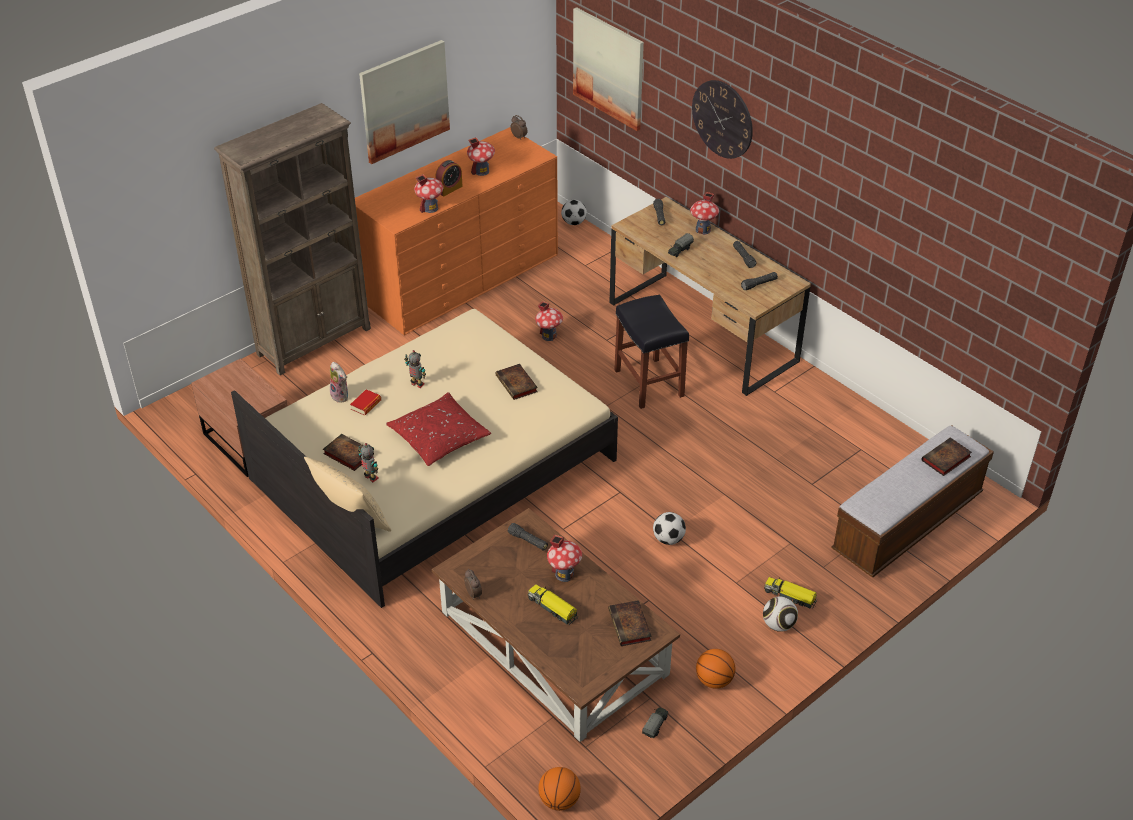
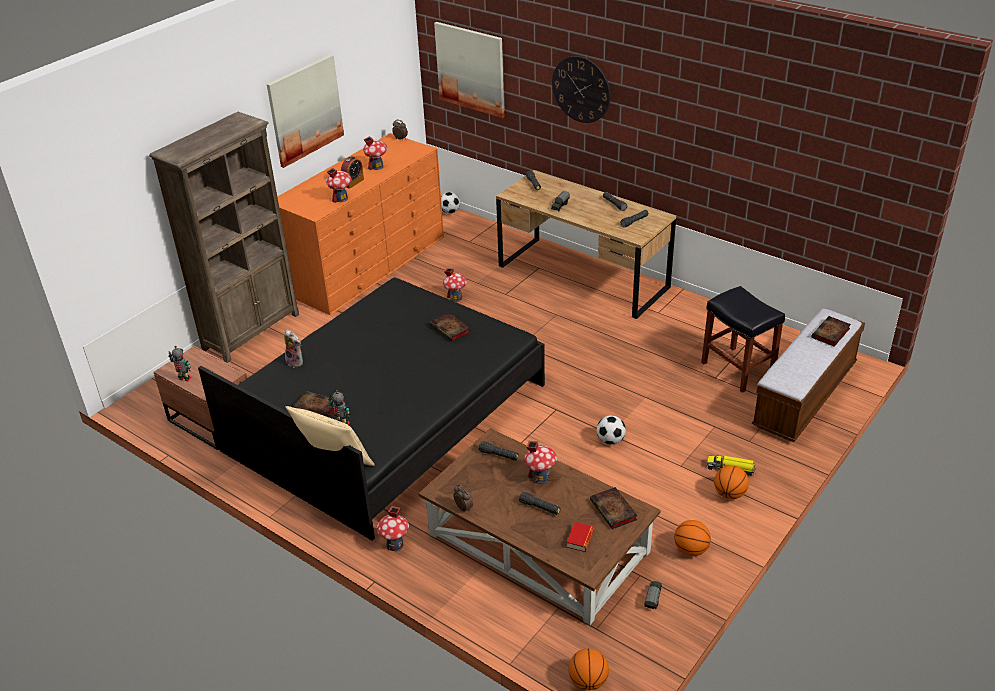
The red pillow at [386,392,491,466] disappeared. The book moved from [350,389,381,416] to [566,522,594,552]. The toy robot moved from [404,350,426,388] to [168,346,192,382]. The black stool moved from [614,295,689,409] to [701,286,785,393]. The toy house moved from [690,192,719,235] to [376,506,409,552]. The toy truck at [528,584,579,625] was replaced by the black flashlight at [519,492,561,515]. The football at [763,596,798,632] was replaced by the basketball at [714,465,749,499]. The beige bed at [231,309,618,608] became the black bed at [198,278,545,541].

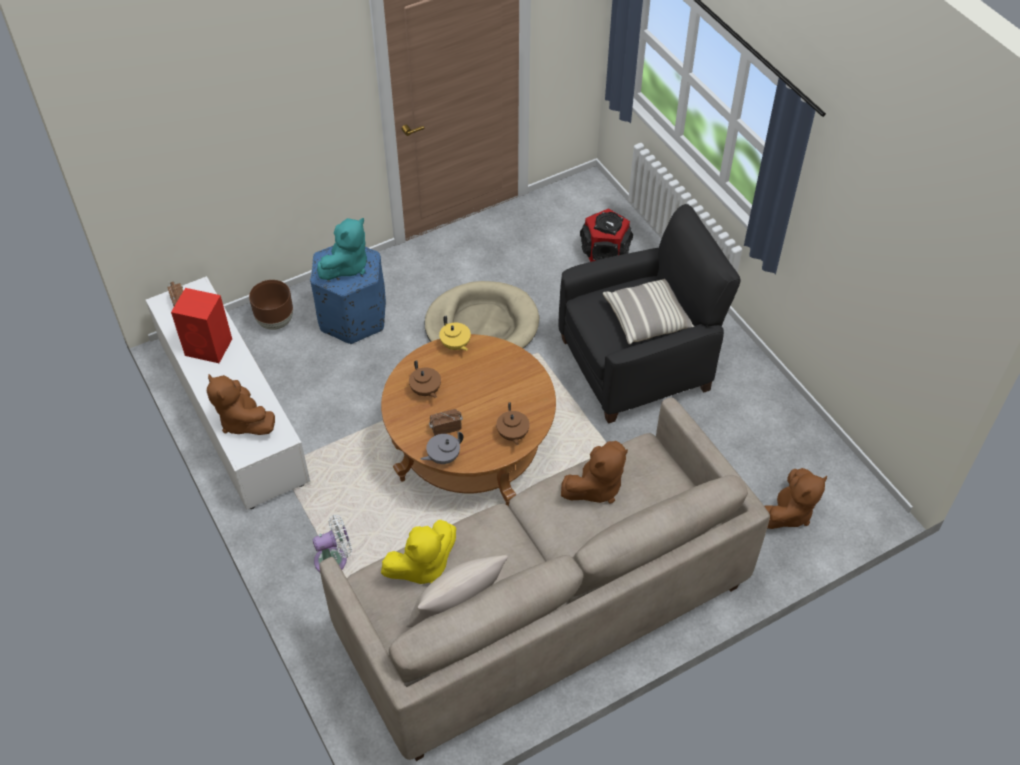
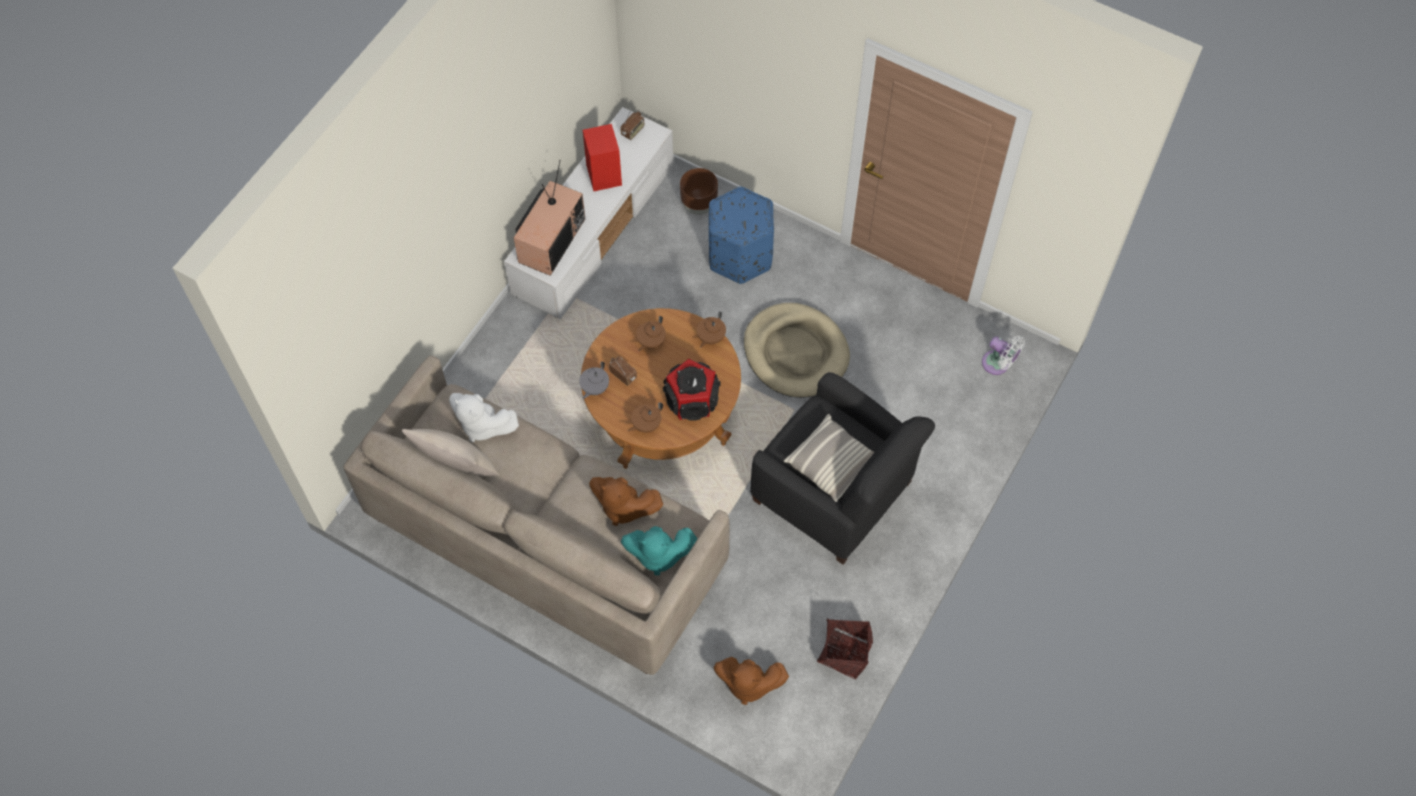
The basket at [817,619,873,680] appeared. The white fan moved from [313,515,352,572] to [982,336,1025,375]. The turquoise plush toy moved from [317,218,367,280] to [621,526,698,575]. The speaker moved from [580,208,633,262] to [663,359,721,421]. The brown plush toy at [207,374,275,435] was replaced by the television at [514,160,585,276]. The yellow plush toy at [381,520,456,584] became the white plush toy at [449,393,519,442]. The yellow teapot at [439,316,471,351] became the brown teapot at [697,311,726,347]. The grey teapot at [421,432,464,464] turned 90 degrees counterclockwise.

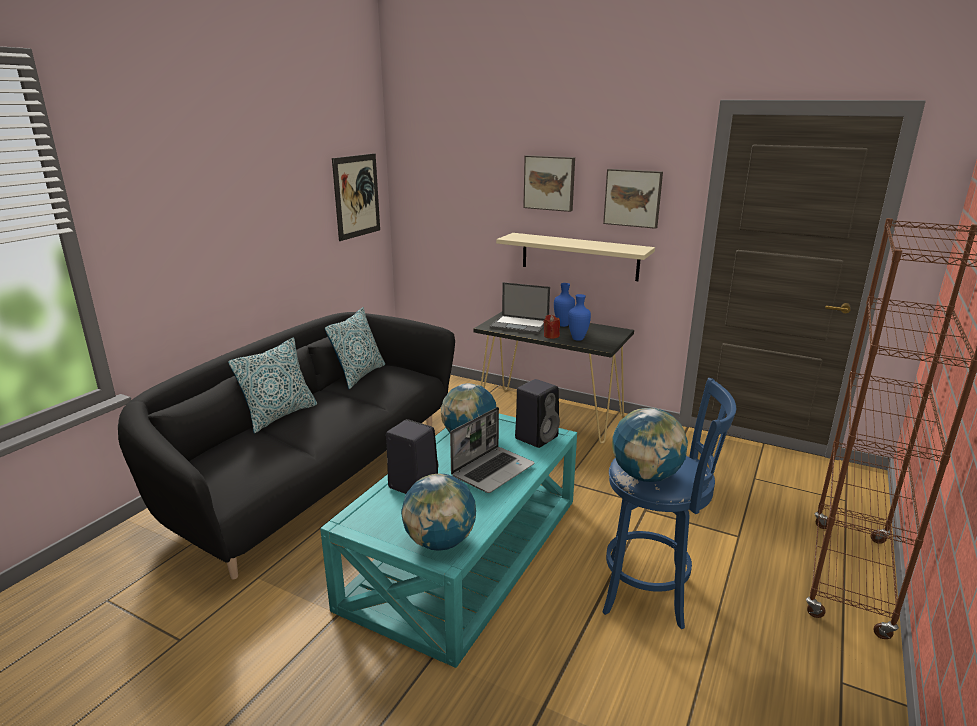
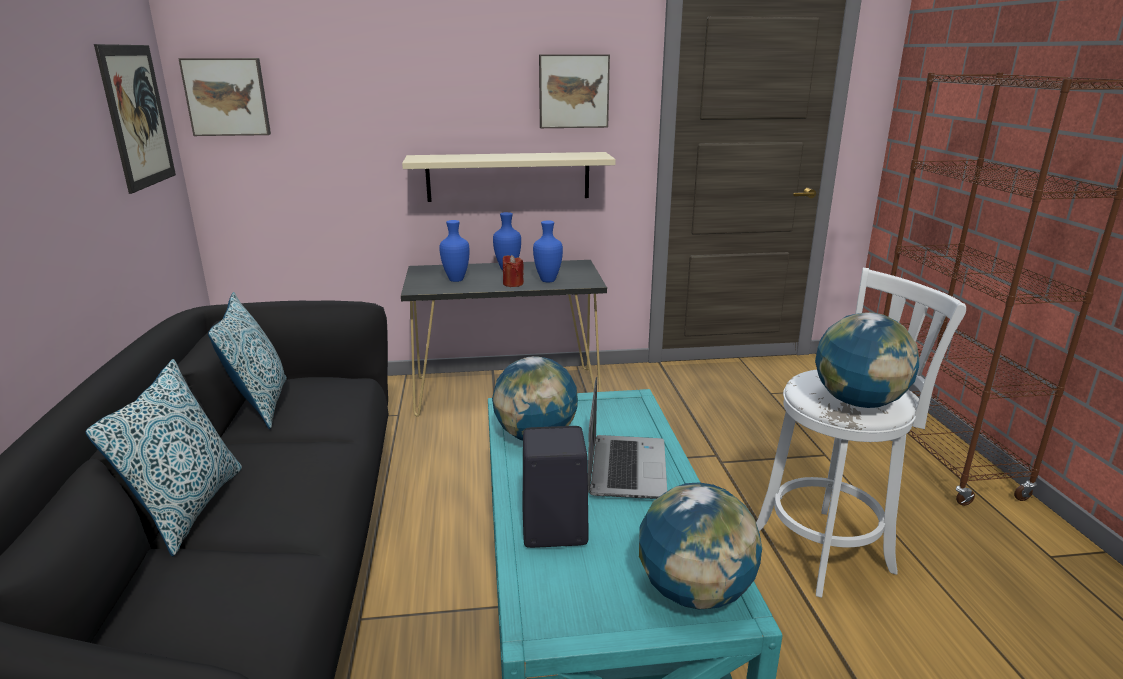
The black speaker at [515,379,560,448] disappeared. The picture moved from [523,155,575,212] to [178,58,271,136]. The laptop at [490,282,550,334] was replaced by the blue vase at [439,220,470,282]. The blue stool at [602,378,736,629] became the white stool at [756,268,966,598].

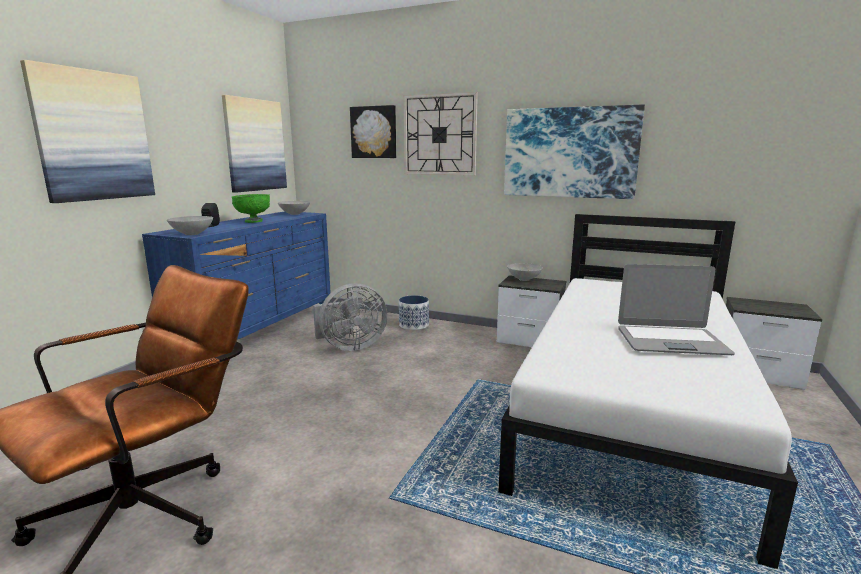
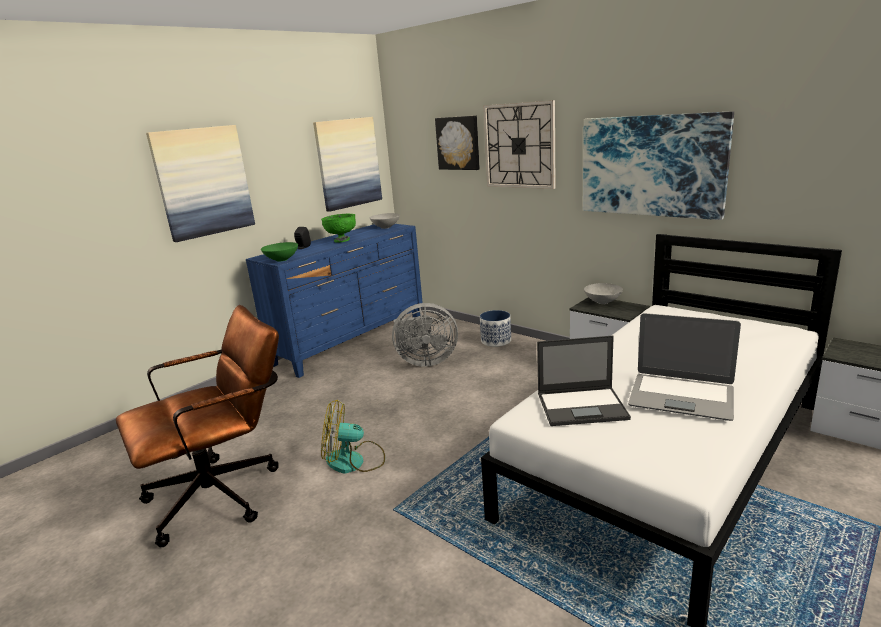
The fan at [321,400,385,474] appeared. The laptop at [537,336,631,426] appeared. The grey bowl at [167,216,213,235] became the green bowl at [261,242,298,262].

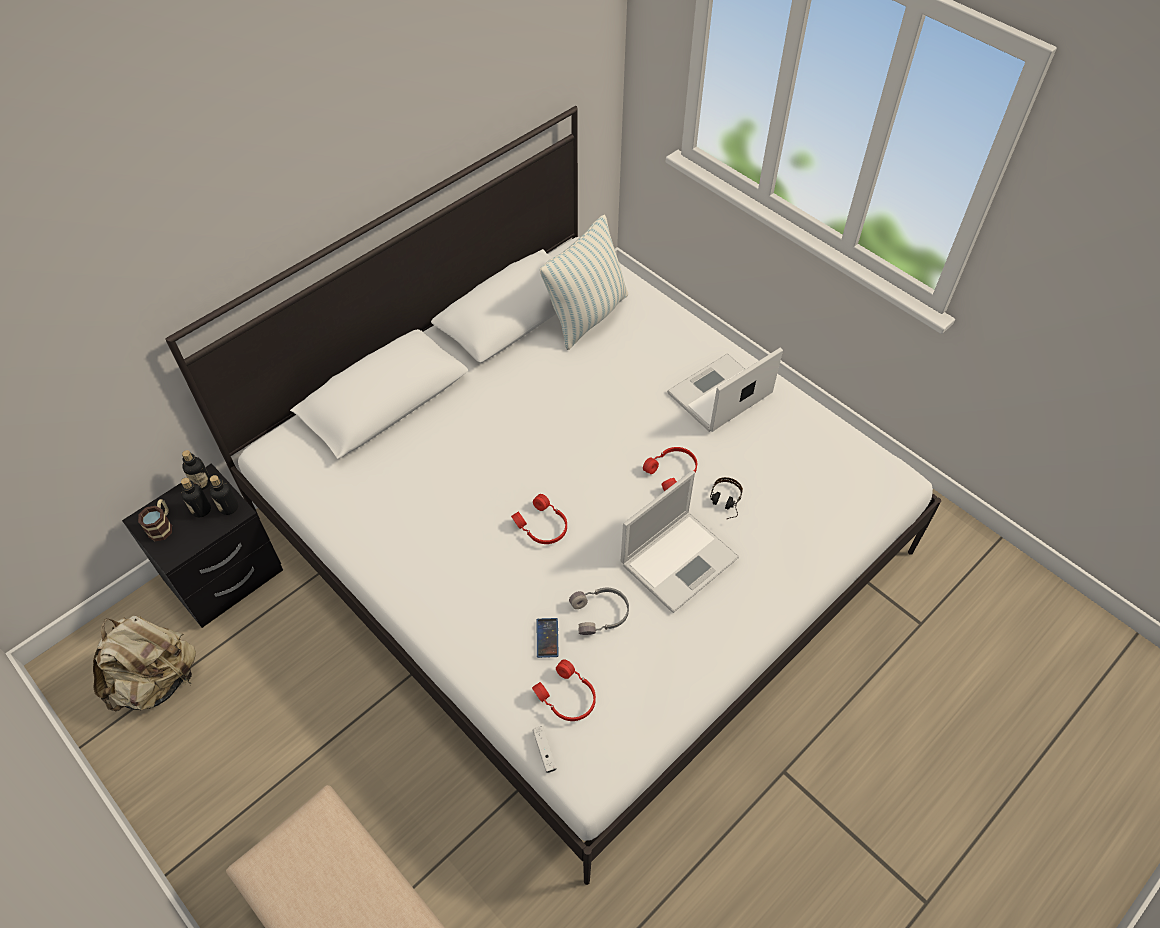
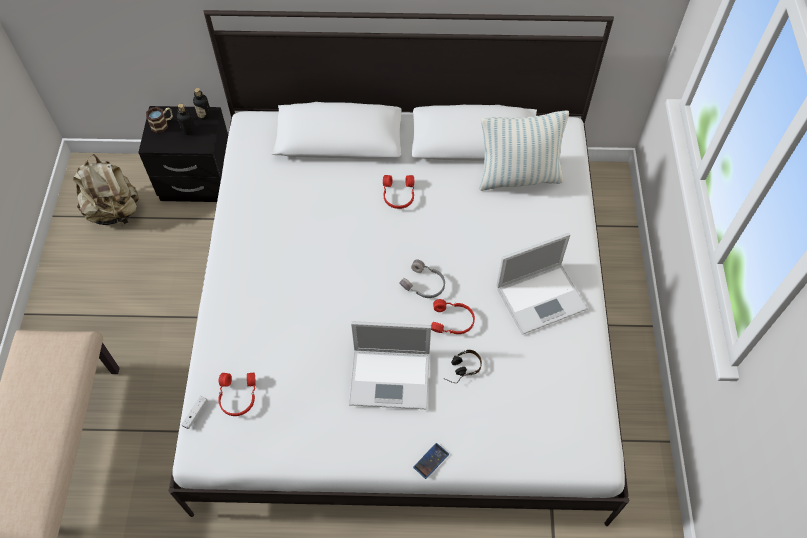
The bottle at [210,475,238,515] disappeared. The red headphones moved from [511,494,567,544] to [383,175,414,209]. The phone moved from [537,618,559,658] to [413,443,449,479]. The grey headphones moved from [569,588,629,635] to [399,260,445,298]. The laptop at [667,347,783,432] turned 150 degrees clockwise.

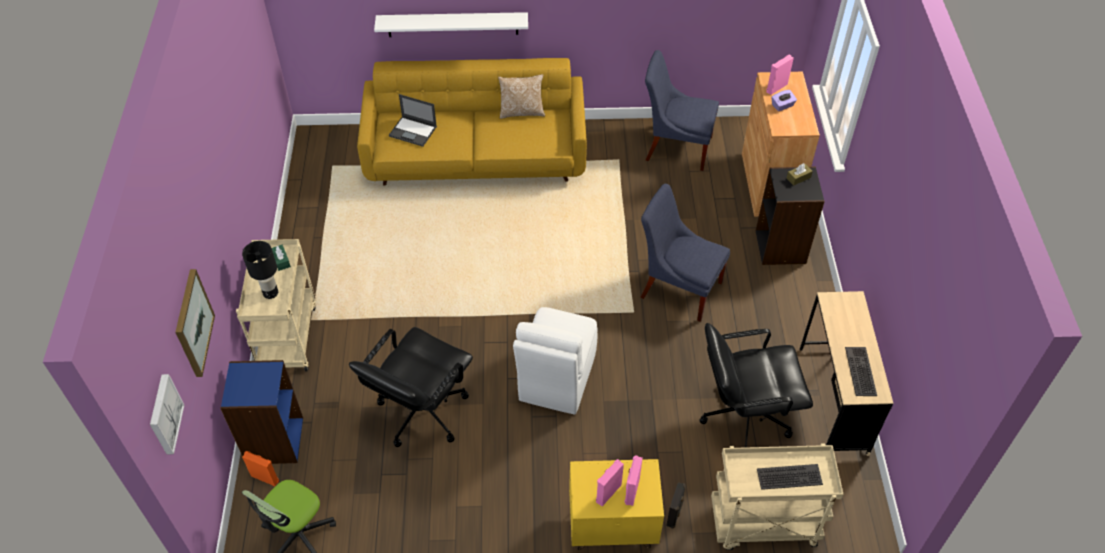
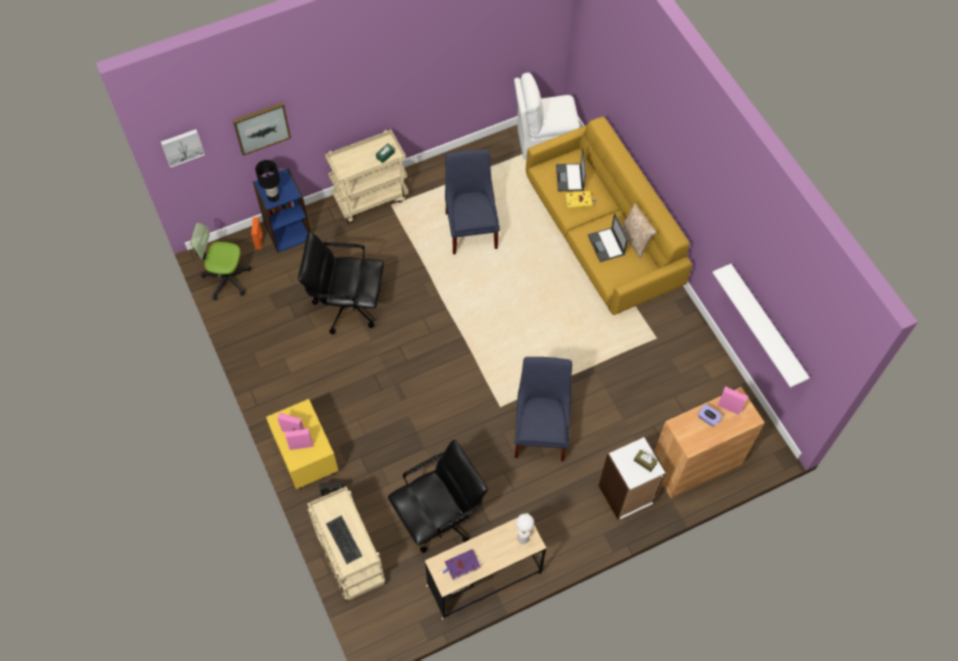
The white table lamp at [516,514,534,544] appeared. The yellow book at [565,191,596,209] appeared. The laptop at [588,213,628,262] appeared. The black table lamp moved from [242,241,278,299] to [255,160,280,202]. The white shelf moved from [374,12,528,37] to [713,264,810,388]. The white chair moved from [513,307,597,415] to [514,73,580,160]. The blue chair moved from [645,50,719,171] to [445,149,500,254]. The keyboard at [845,347,877,396] was replaced by the purple book at [442,549,481,580]. The black bookcase at [755,166,825,265] became the white bookcase at [599,436,667,520]. The black office chair at [700,323,813,447] turned 90 degrees clockwise.

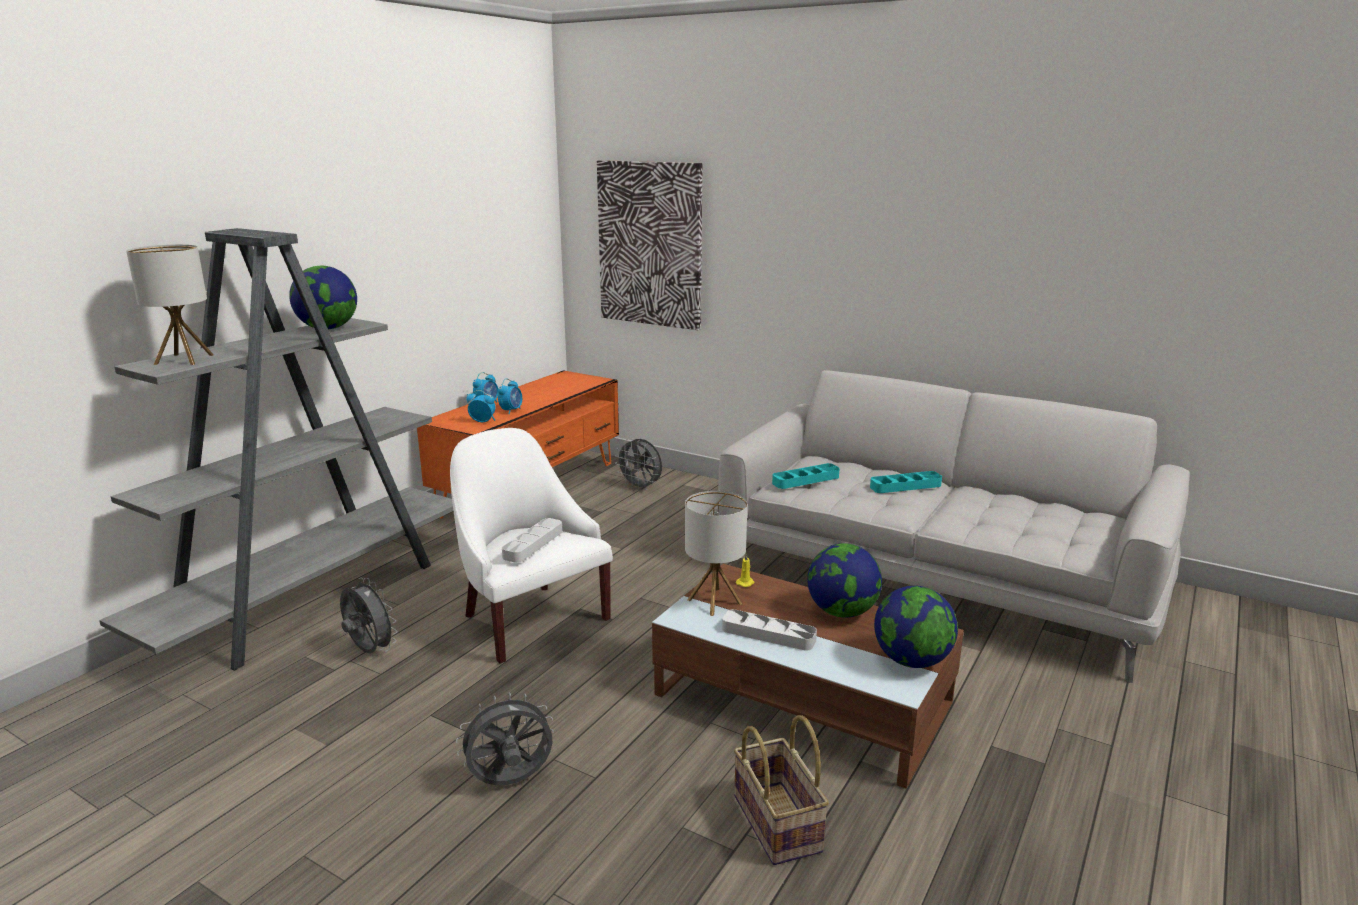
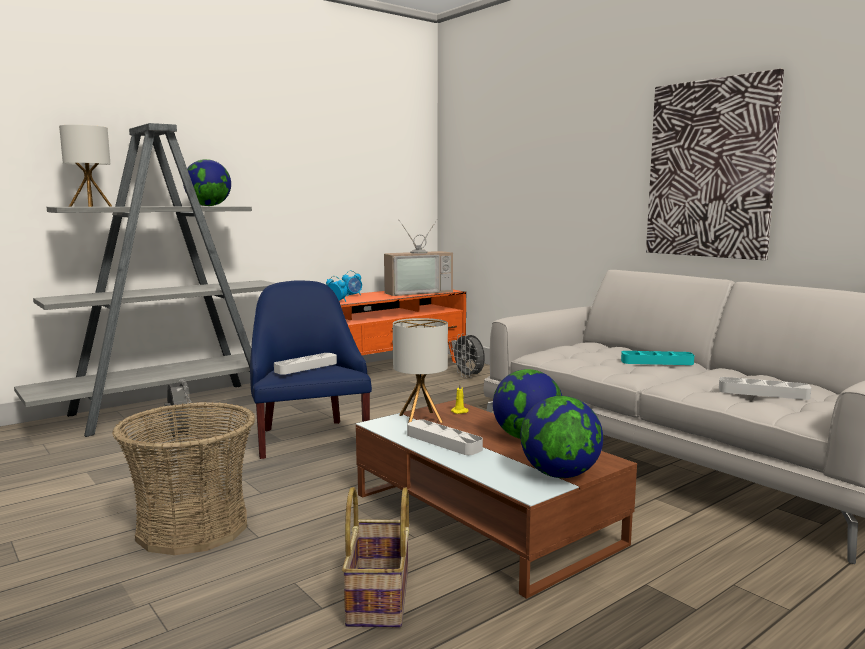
The alarm clock at [498,378,522,414] disappeared. The turquoise tray at [772,463,840,489] disappeared. The television at [384,220,453,296] appeared. The grey tray at [719,377,811,400] appeared. The picture moved from [597,160,702,330] to [646,69,784,260]. The grey fan at [456,692,554,785] was replaced by the basket at [112,402,255,555]. The white armchair at [450,428,613,664] became the blue armchair at [250,280,372,459].

